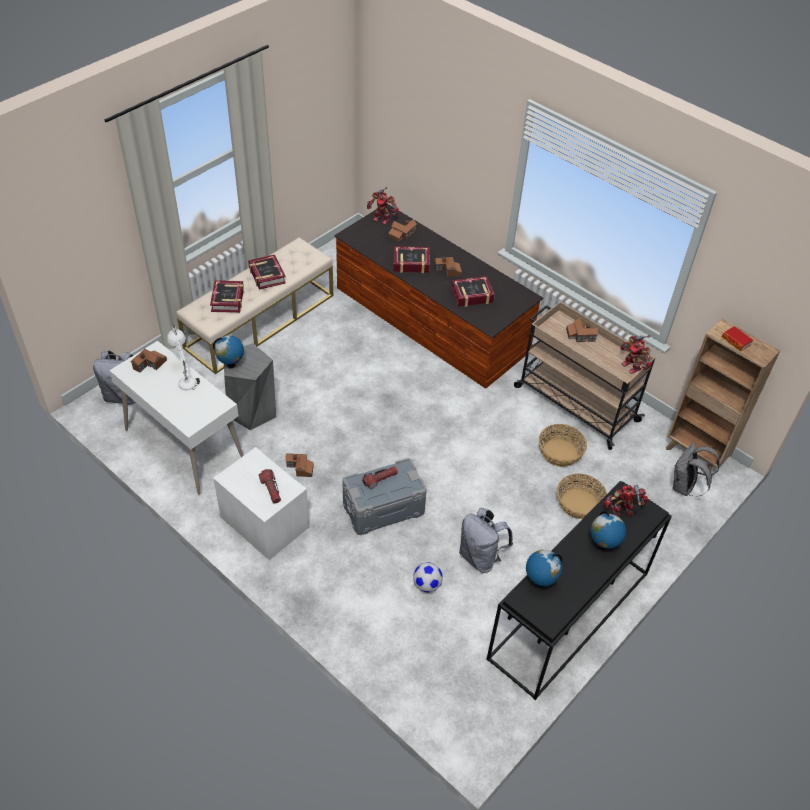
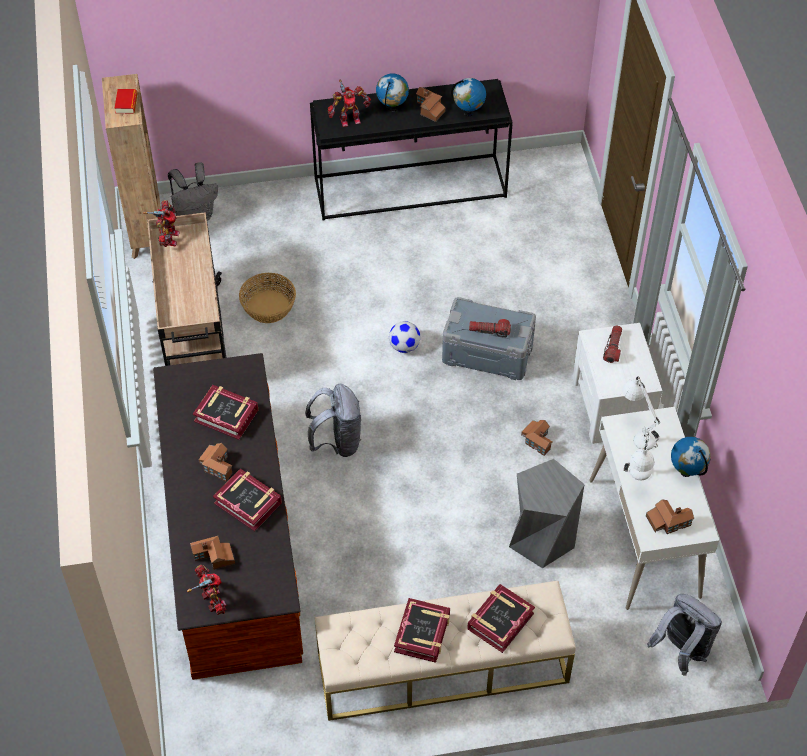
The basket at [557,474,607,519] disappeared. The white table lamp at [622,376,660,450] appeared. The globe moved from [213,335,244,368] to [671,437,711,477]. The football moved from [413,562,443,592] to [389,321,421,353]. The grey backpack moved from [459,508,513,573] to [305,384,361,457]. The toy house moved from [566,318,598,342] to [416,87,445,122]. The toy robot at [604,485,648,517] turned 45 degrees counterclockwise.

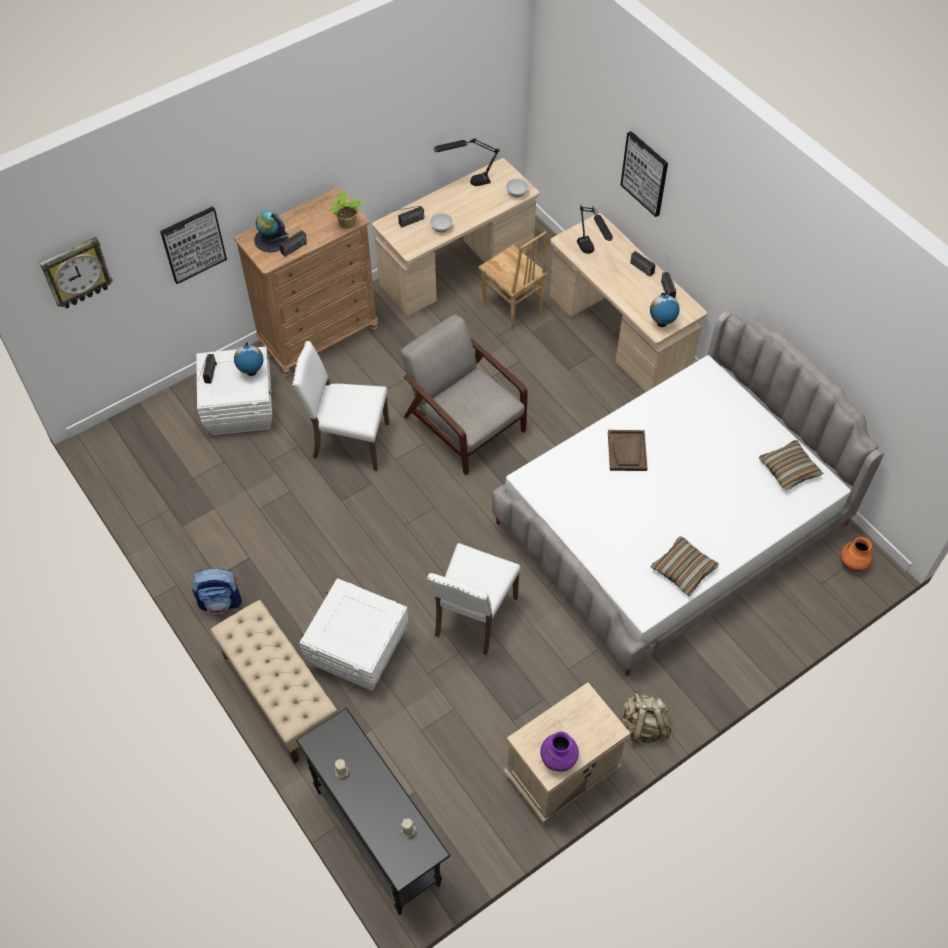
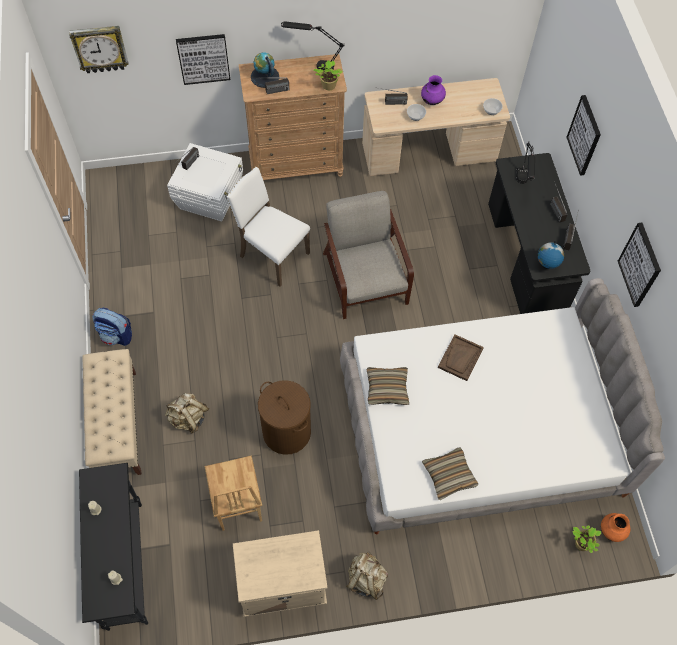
The globe at [234,343,263,376] disappeared. The potted plant at [572,525,601,553] appeared. The picture at [618,223,661,307] appeared. The black table lamp moved from [434,138,500,186] to [281,21,344,70]. The brown chair moved from [478,231,547,330] to [204,456,262,531]. The purple vase moved from [540,732,579,772] to [421,75,446,105]. The pillow moved from [759,440,823,490] to [367,367,409,405]. The white storage box at [299,578,409,691] was replaced by the beige backpack at [165,393,209,433]. The white chair at [427,543,520,655] was replaced by the brown laundry basket at [258,380,311,455]. The beige desk at [550,213,707,392] became the black desk at [488,153,590,314].

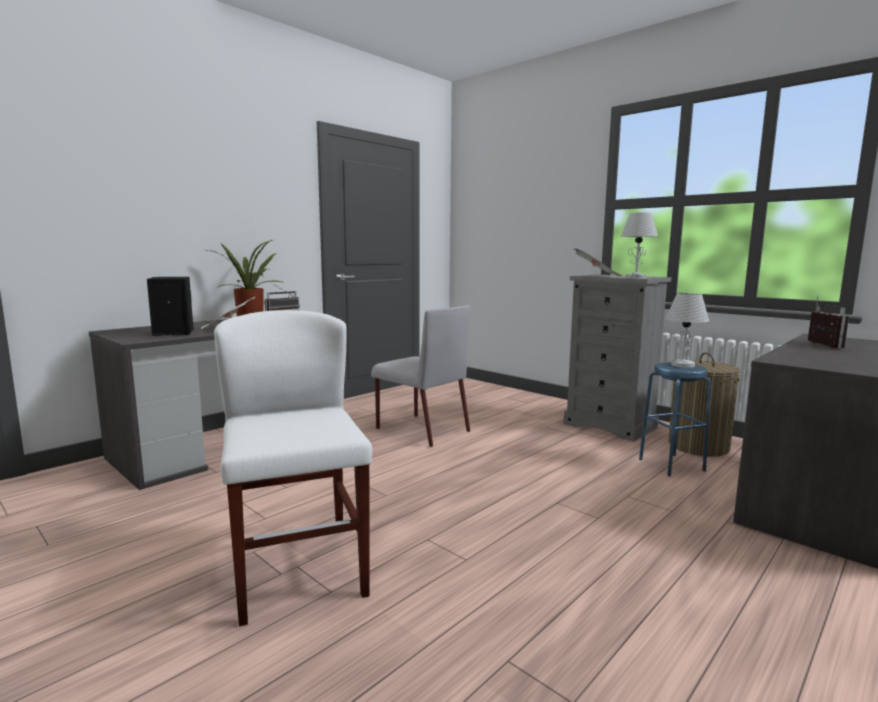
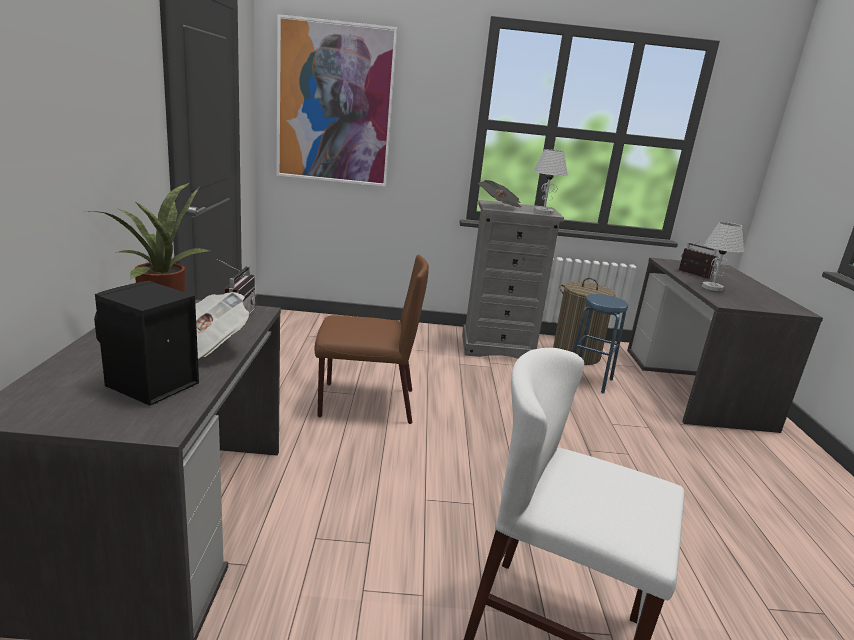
The picture at [276,14,397,187] appeared. The white table lamp moved from [665,293,709,368] to [702,222,744,291]. The grey chair at [371,306,470,447] became the brown chair at [315,255,429,424].

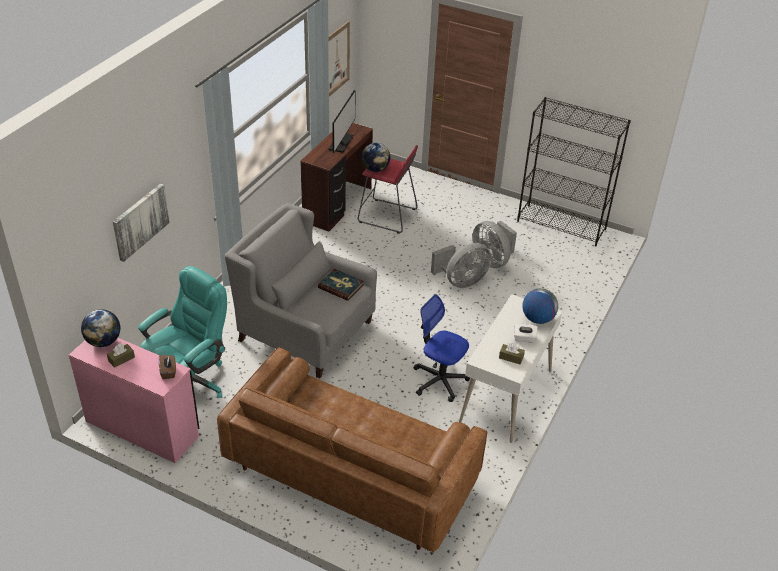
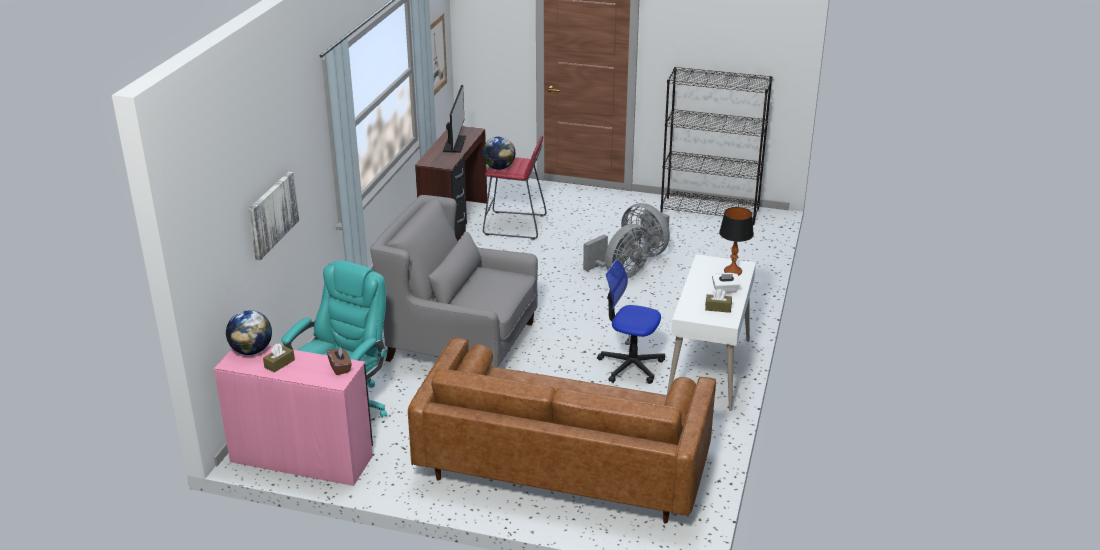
The book at [318,269,364,301] disappeared. The globe at [522,288,558,324] was replaced by the table lamp at [719,207,754,276].

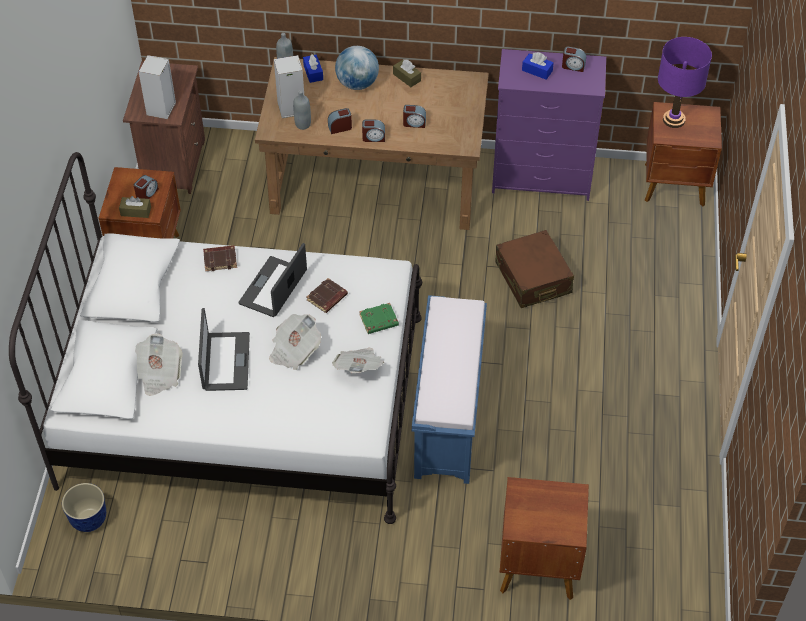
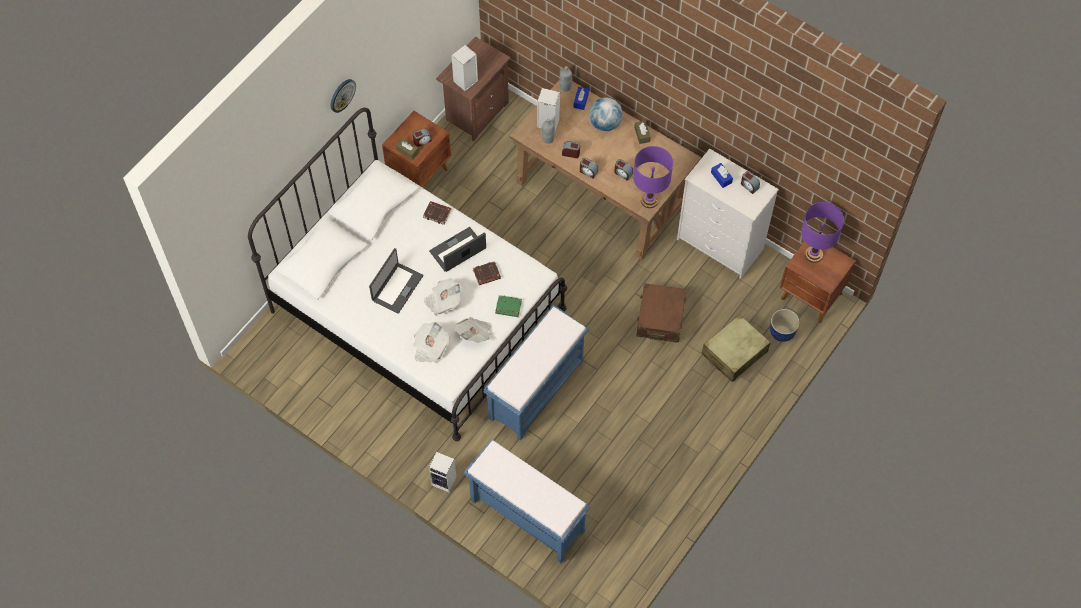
The wall clock at [331,79,356,113] appeared. The speaker at [429,452,457,492] appeared. The purple table lamp at [633,146,673,208] appeared. The beige suitcase at [702,314,770,382] appeared. The planter moved from [62,483,106,532] to [770,309,800,342]. The newspaper moved from [135,334,183,396] to [413,322,450,363]. The brown nightstand at [500,477,589,600] was replaced by the blue bench at [464,439,590,563]. The purple dresser at [492,49,606,201] became the white dresser at [677,149,779,279].

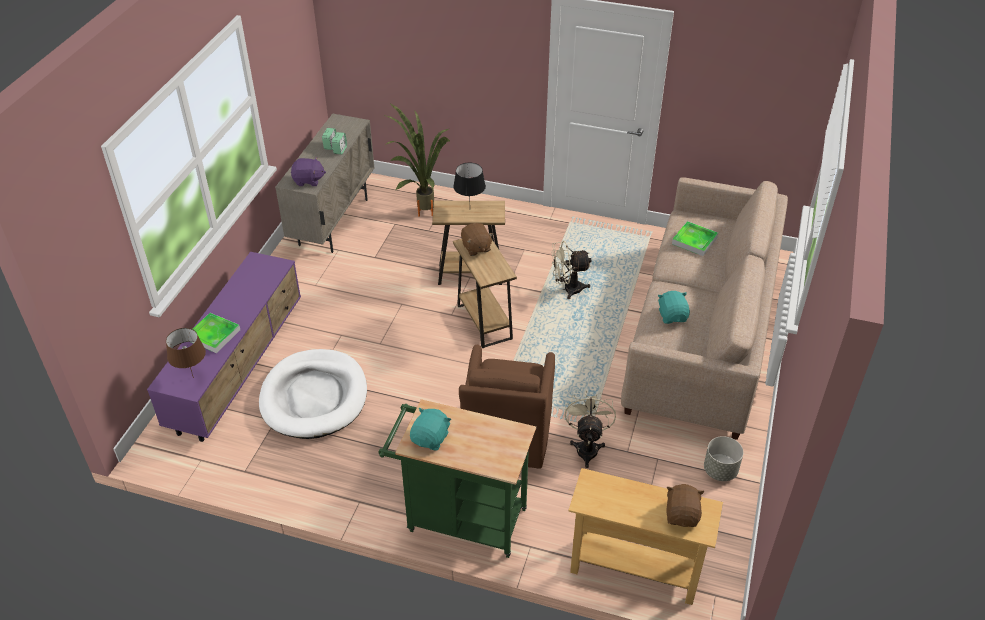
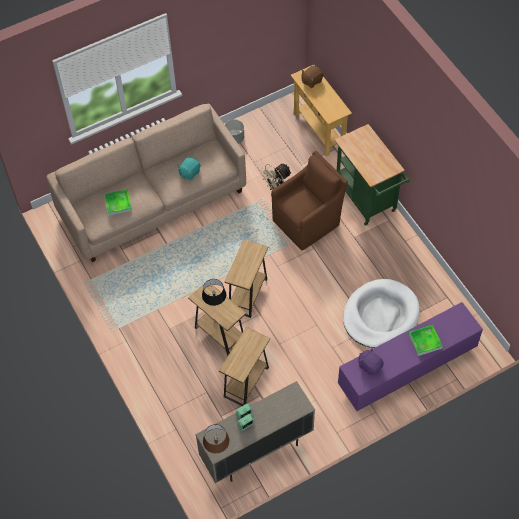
The potted plant at [385,104,450,217] disappeared. The turquoise plush toy at [410,408,451,451] disappeared. The brown plush toy at [461,223,493,256] disappeared. The beige fan at [551,241,591,299] disappeared. The brown side table at [219,327,270,406] appeared. The brown table lamp moved from [166,328,206,378] to [203,424,229,453]. The purple plush toy moved from [291,157,326,186] to [358,348,384,375].

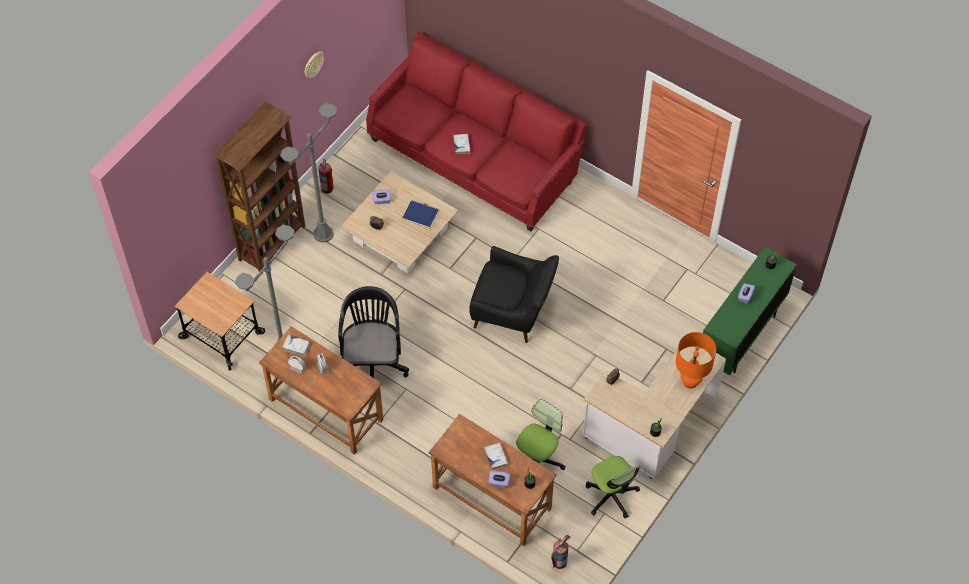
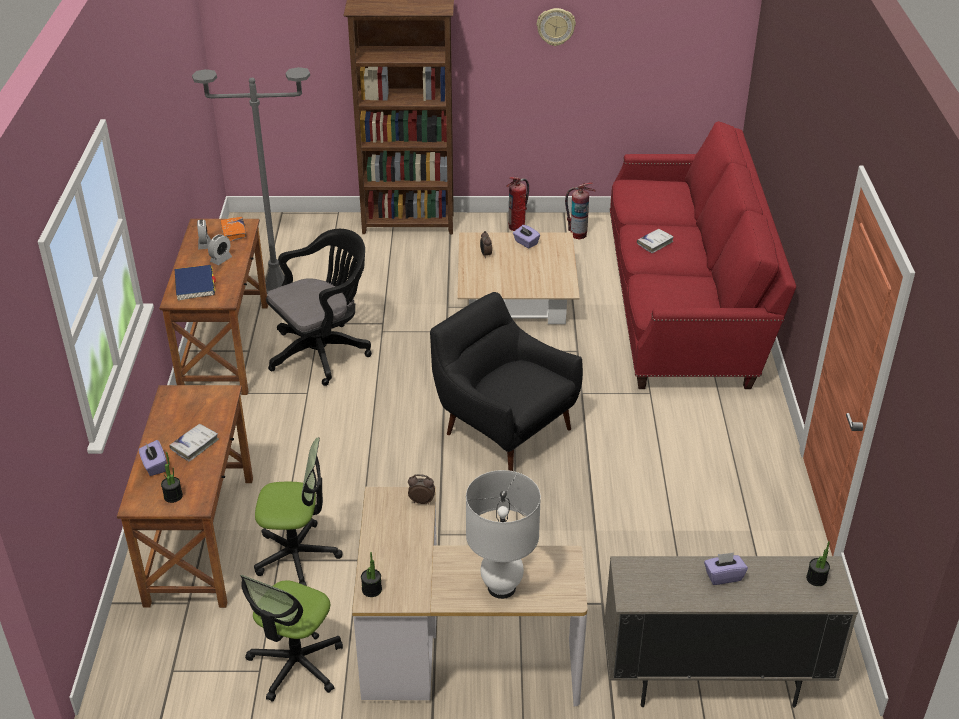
The cart at [174,272,265,370] disappeared. The grey floor lamp at [280,103,337,242] disappeared. The blue book moved from [402,200,439,229] to [175,265,216,301]. The fire extinguisher moved from [551,535,570,569] to [565,182,596,239]. The white book at [282,335,311,356] became the orange book at [221,217,247,241]. The orange table lamp at [676,332,716,389] became the white table lamp at [466,470,541,599]. The green cabinet at [703,247,797,375] became the beige cabinet at [604,556,858,708]. The black armchair at [469,246,559,343] turned 150 degrees clockwise.

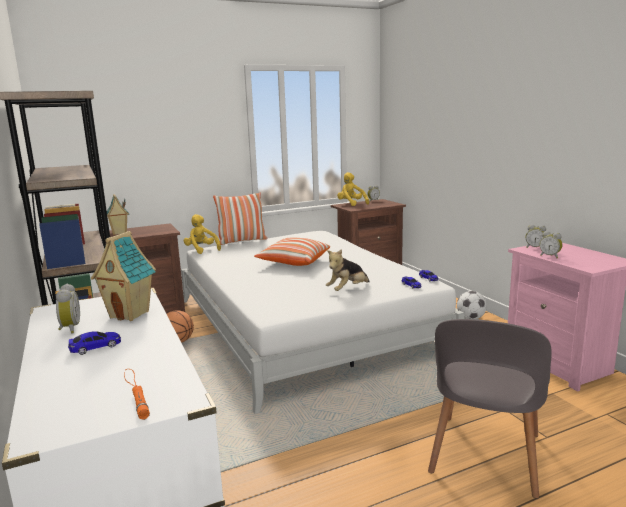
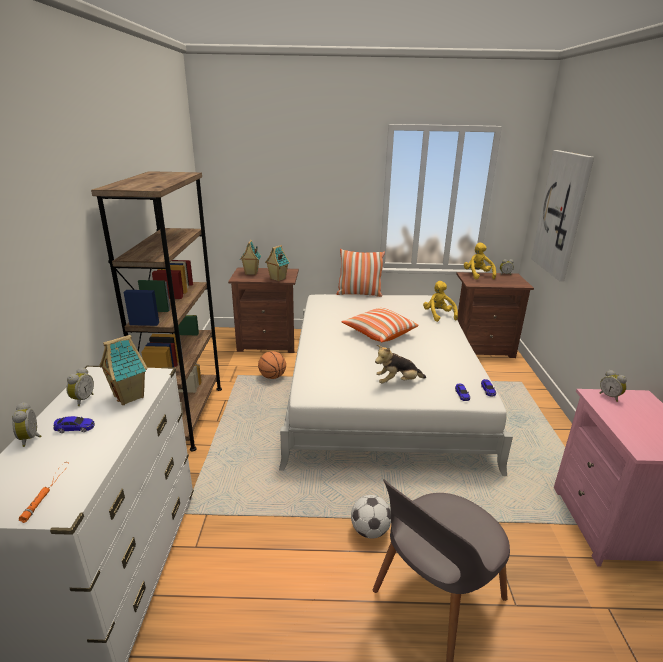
The toy house at [265,245,290,281] appeared. The picture at [531,150,594,281] appeared. The yellow plush toy moved from [184,214,221,254] to [423,281,458,322]. The football moved from [457,291,487,319] to [351,495,391,539]. The alarm clock moved from [539,231,562,258] to [12,402,41,447].

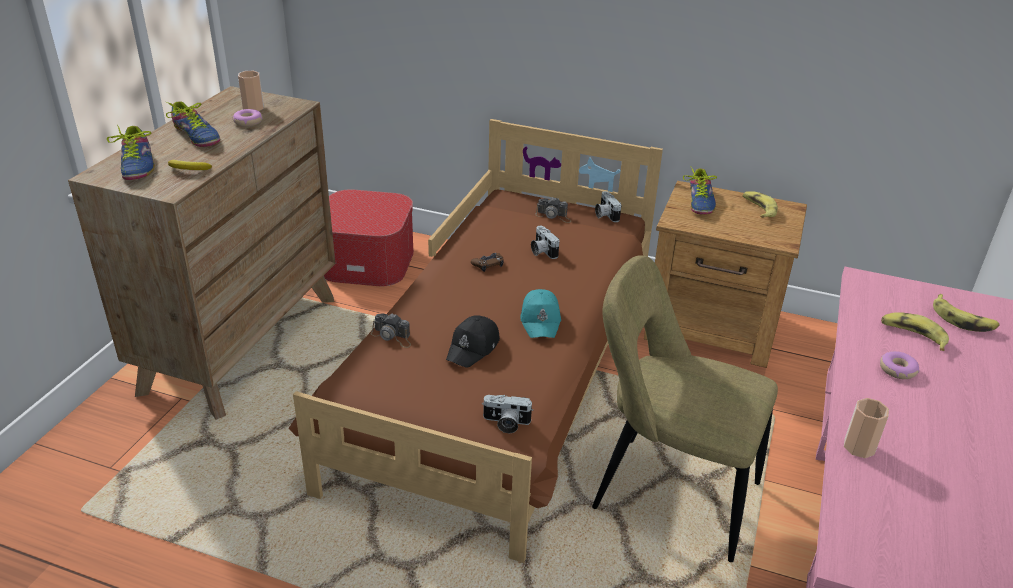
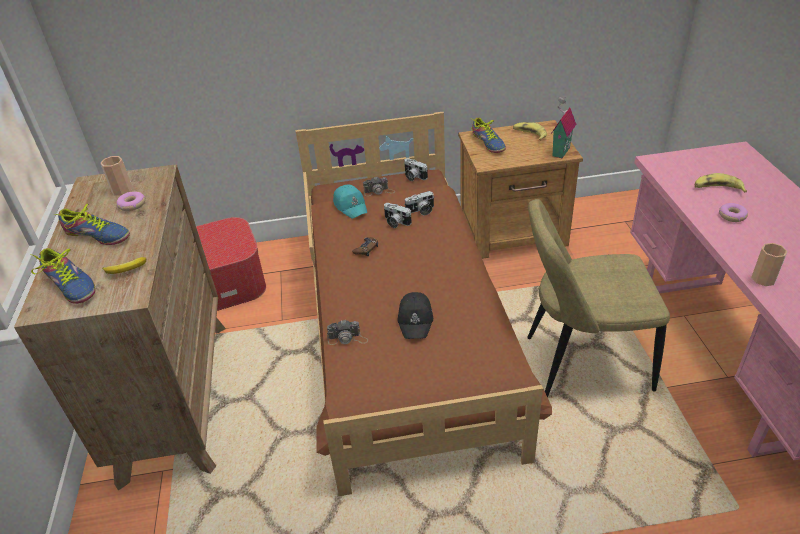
The banana at [933,294,1000,332] disappeared. The toy house at [551,97,576,158] appeared. The photo camera moved from [483,395,533,433] to [405,191,434,216]. The turquoise cap moved from [520,289,561,338] to [333,185,367,219].

